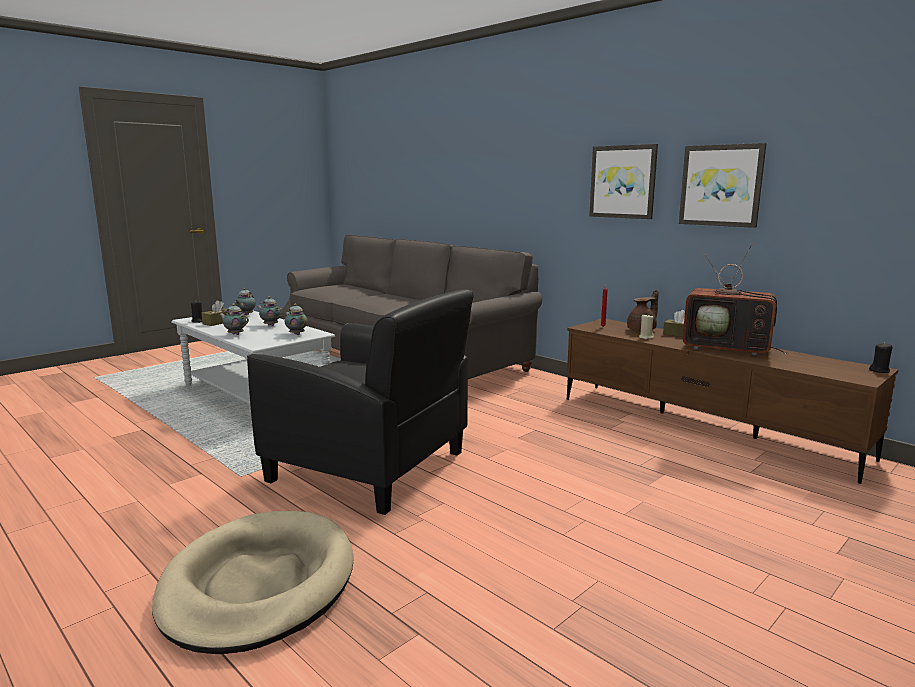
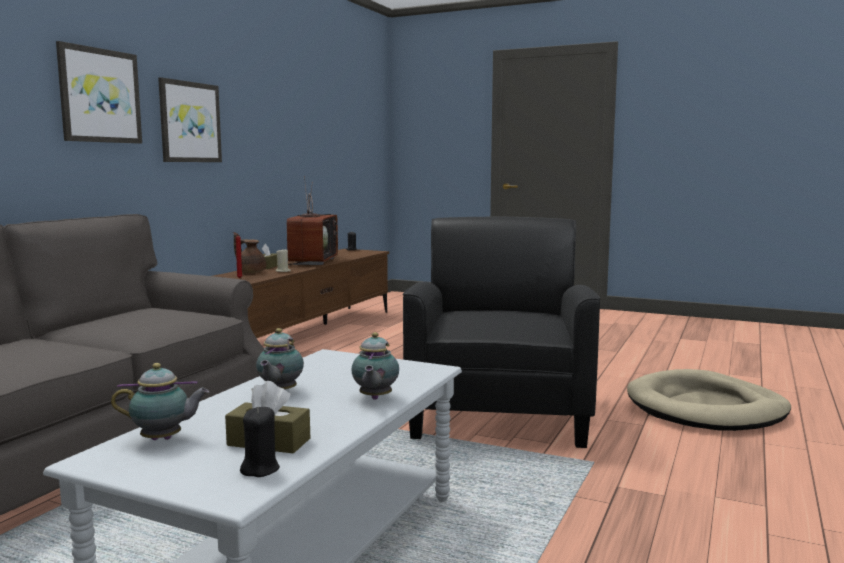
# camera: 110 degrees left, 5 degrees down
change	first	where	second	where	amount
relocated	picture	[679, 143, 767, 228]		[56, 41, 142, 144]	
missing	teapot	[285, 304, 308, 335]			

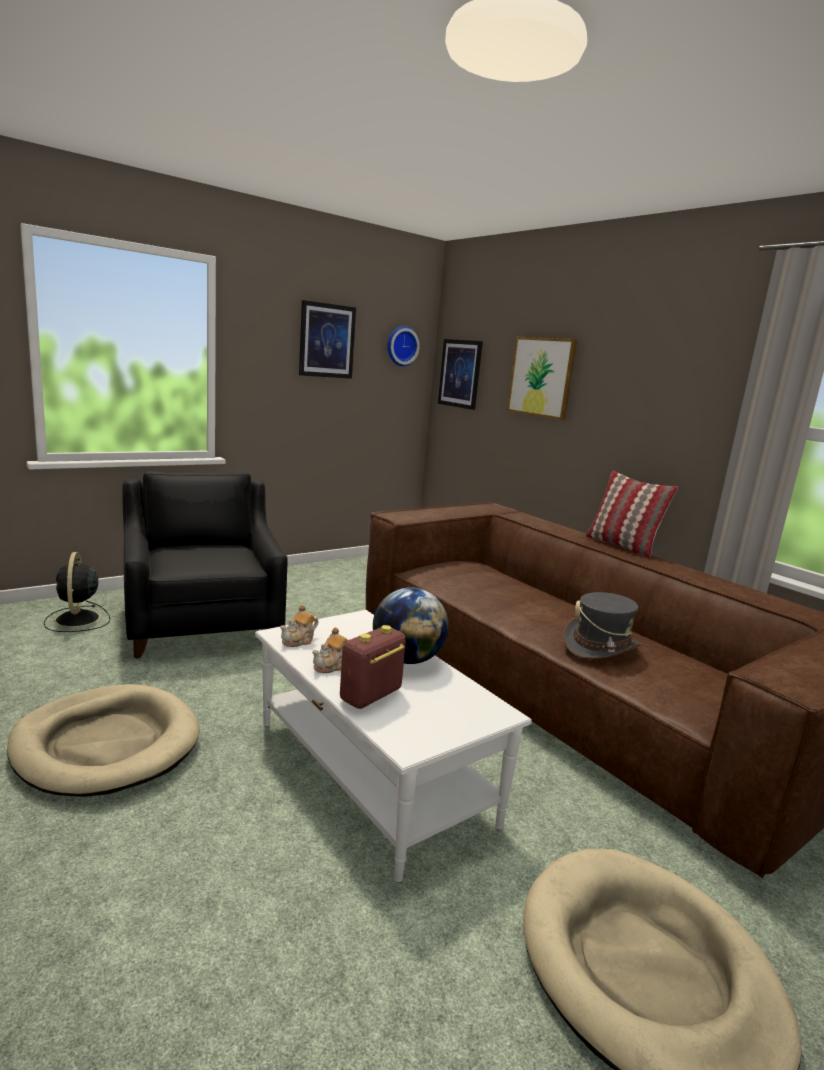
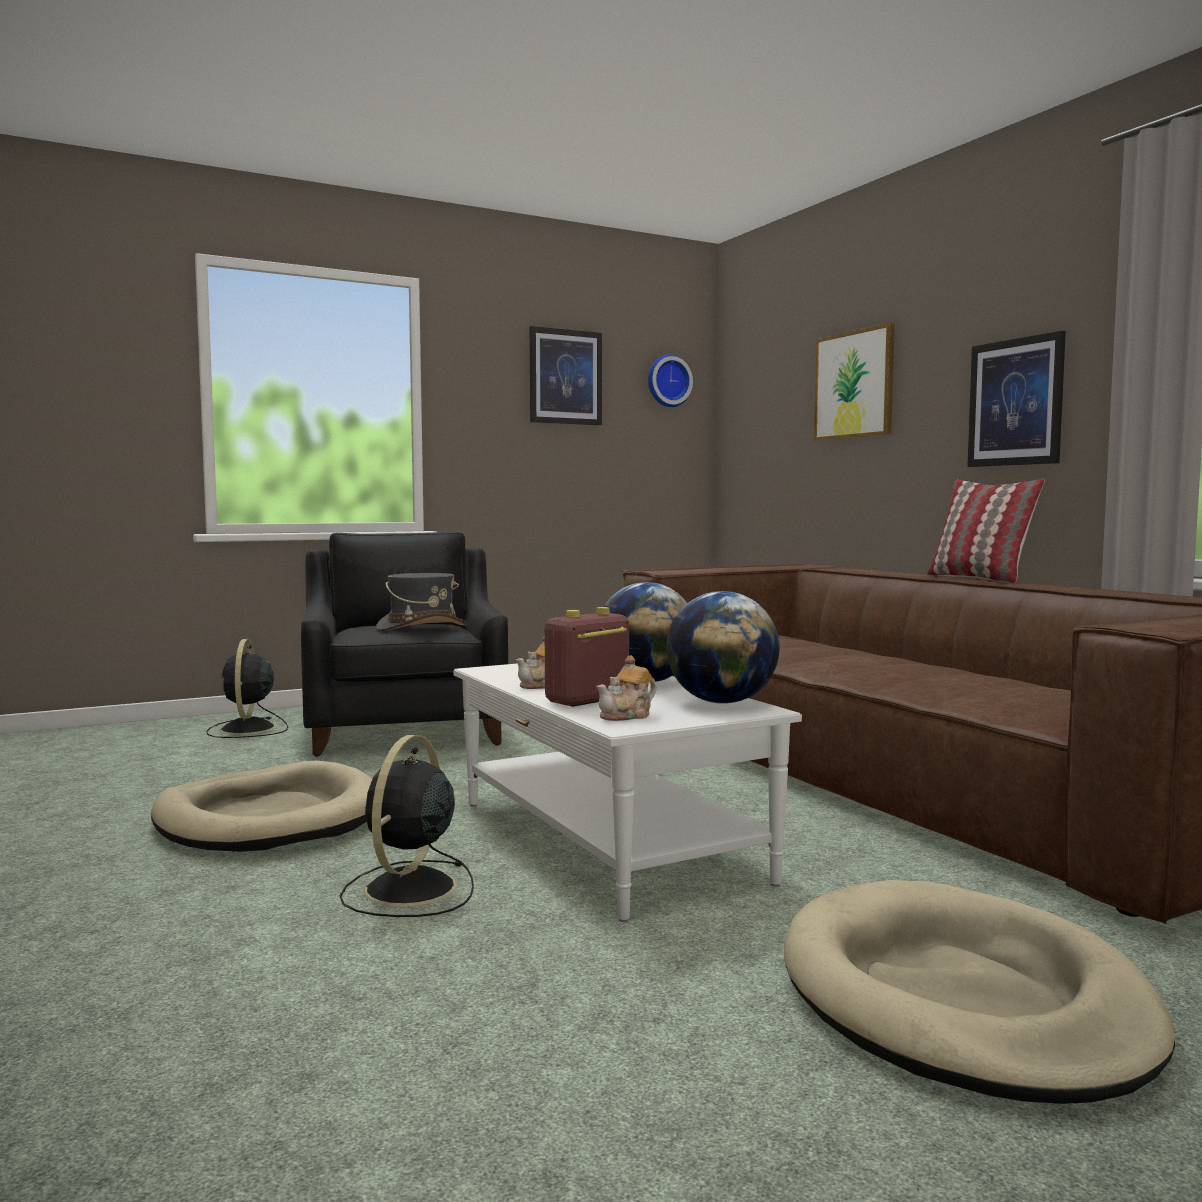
# camera: 10 degrees right, 10 degrees down
change	first	where	second	where	amount
appeared			fan (black)	[340, 735, 474, 917]	
relocated	hat (grey)	[563, 592, 642, 659]		[376, 573, 467, 631]	
relocated	teapot	[280, 605, 318, 647]		[596, 655, 657, 721]	
appeared			globe	[666, 591, 780, 704]	
relocated	picture	[438, 339, 483, 410]		[967, 331, 1066, 467]	

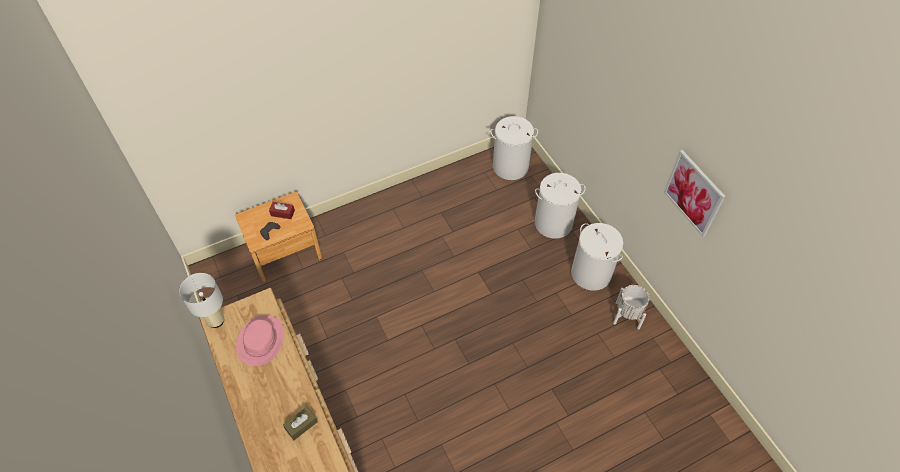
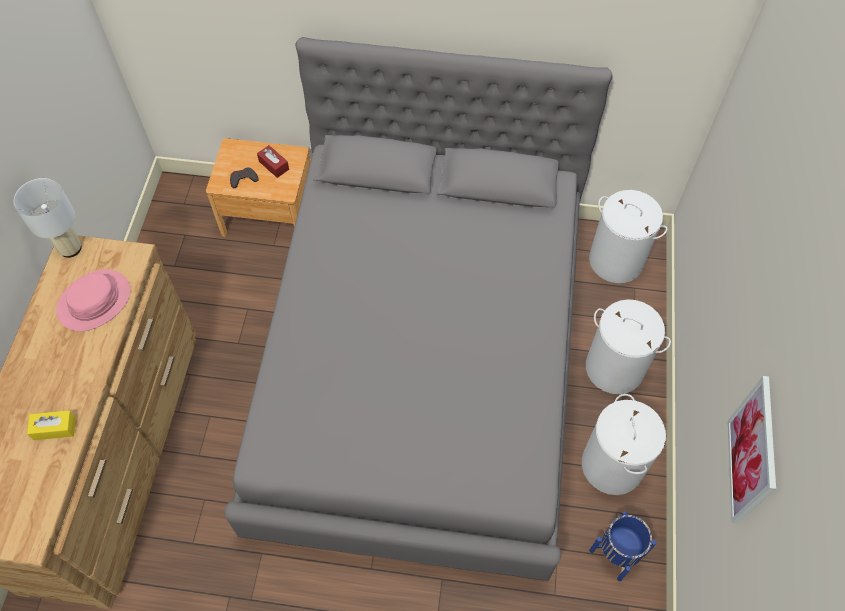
# camera: 35 degrees right, 5 degrees up
change	first	where	second	where	amount
colour	tissue box (brown)	[283, 407, 318, 440]	tissue box (yellow)	[27, 410, 76, 440]	
appeared			bed (grey)	[225, 37, 612, 581]	
colour	planter (white)	[613, 285, 650, 329]	planter (blue)	[590, 512, 657, 581]	

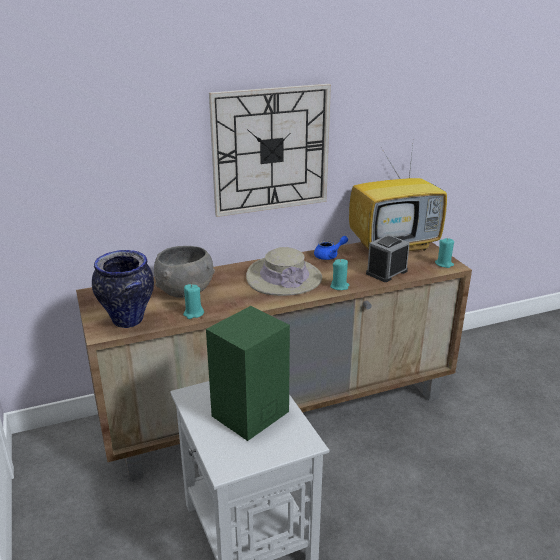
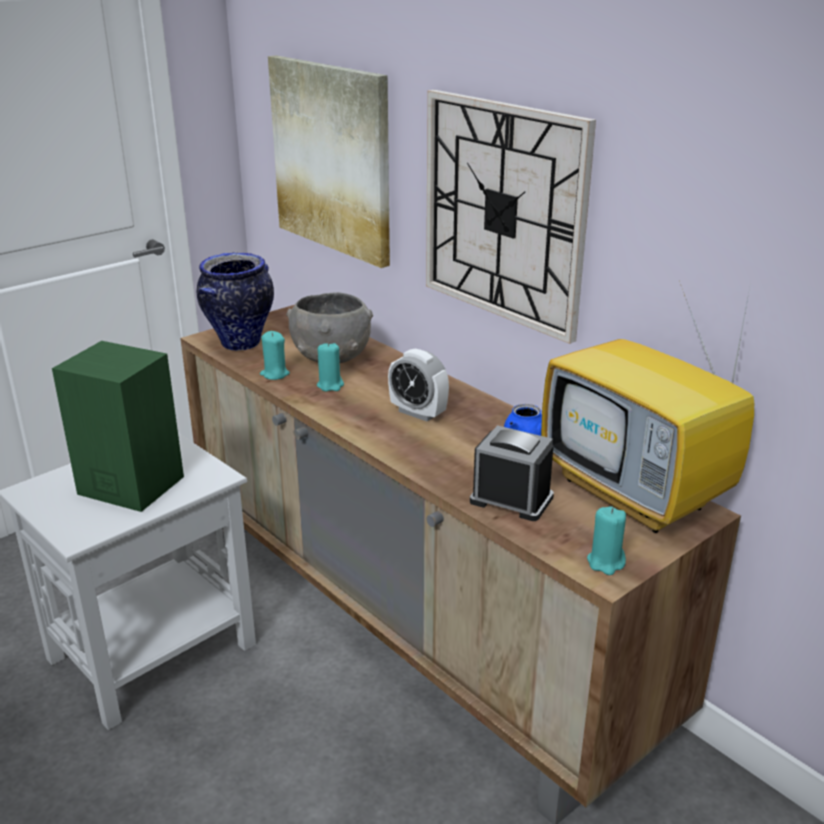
# camera: 70 degrees right, 0 degrees up
change	first	where	second	where	amount
appeared			picture	[268, 55, 390, 268]	
relocated	candle (turquoise)	[330, 259, 349, 290]		[317, 342, 344, 391]	
exchanged	hat (beige)	[246, 247, 322, 296]	alarm clock	[388, 349, 449, 422]	

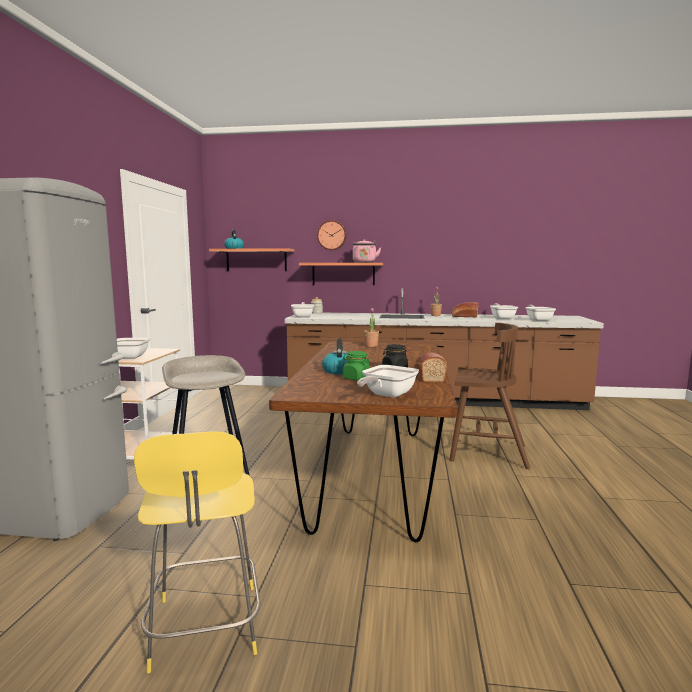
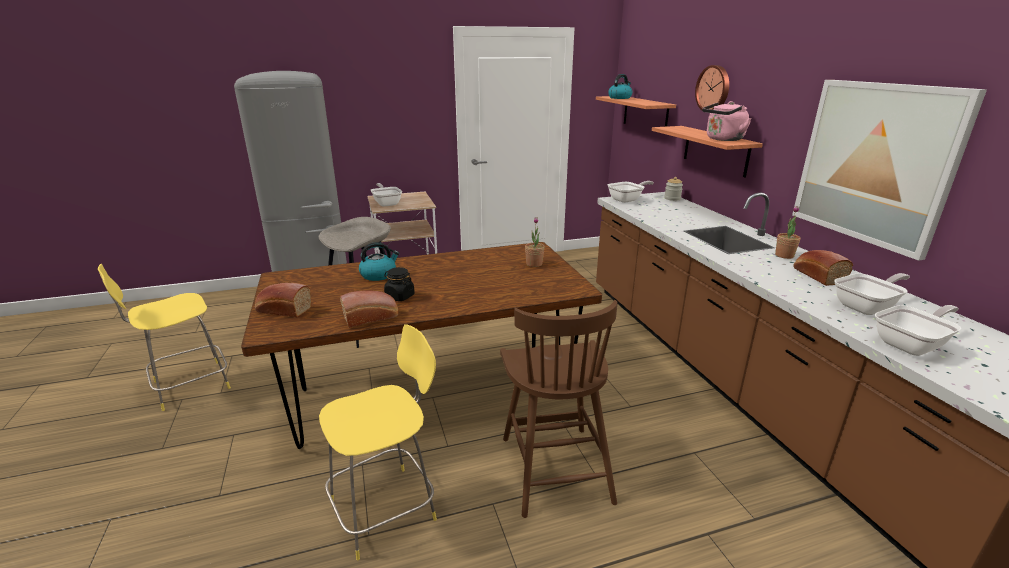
# camera: 65 degrees right, 15 degrees up
change	first	where	second	where	amount
exchanged	frying pan	[357, 365, 419, 397]	bread	[255, 283, 311, 318]	
appeared			stool (yellow)	[319, 324, 437, 560]	
appeared			picture	[792, 80, 987, 261]	
missing	jar (green)	[343, 351, 370, 380]			

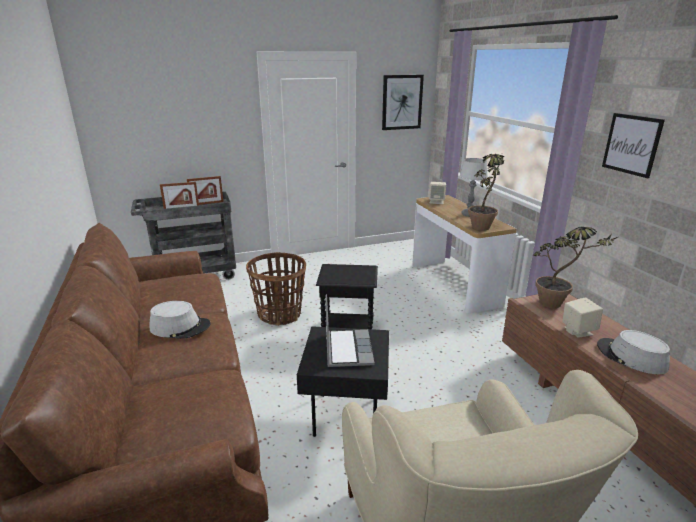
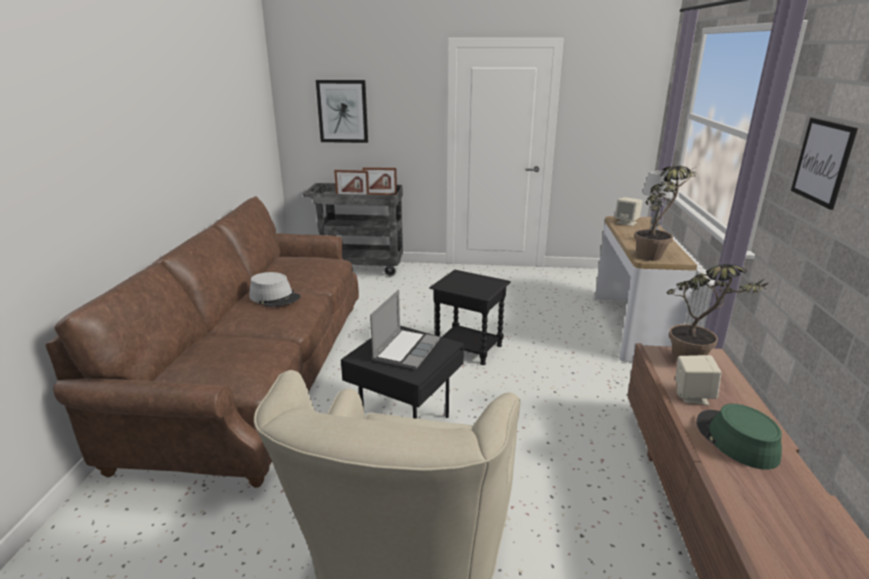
# camera: 25 degrees right, 0 degrees up
change	first	where	second	where	amount
relocated	picture	[382, 75, 424, 130]		[316, 80, 368, 143]	
colour	hat (grey)	[597, 330, 670, 374]	hat (green)	[697, 404, 782, 469]	
missing	basket	[246, 252, 306, 326]			

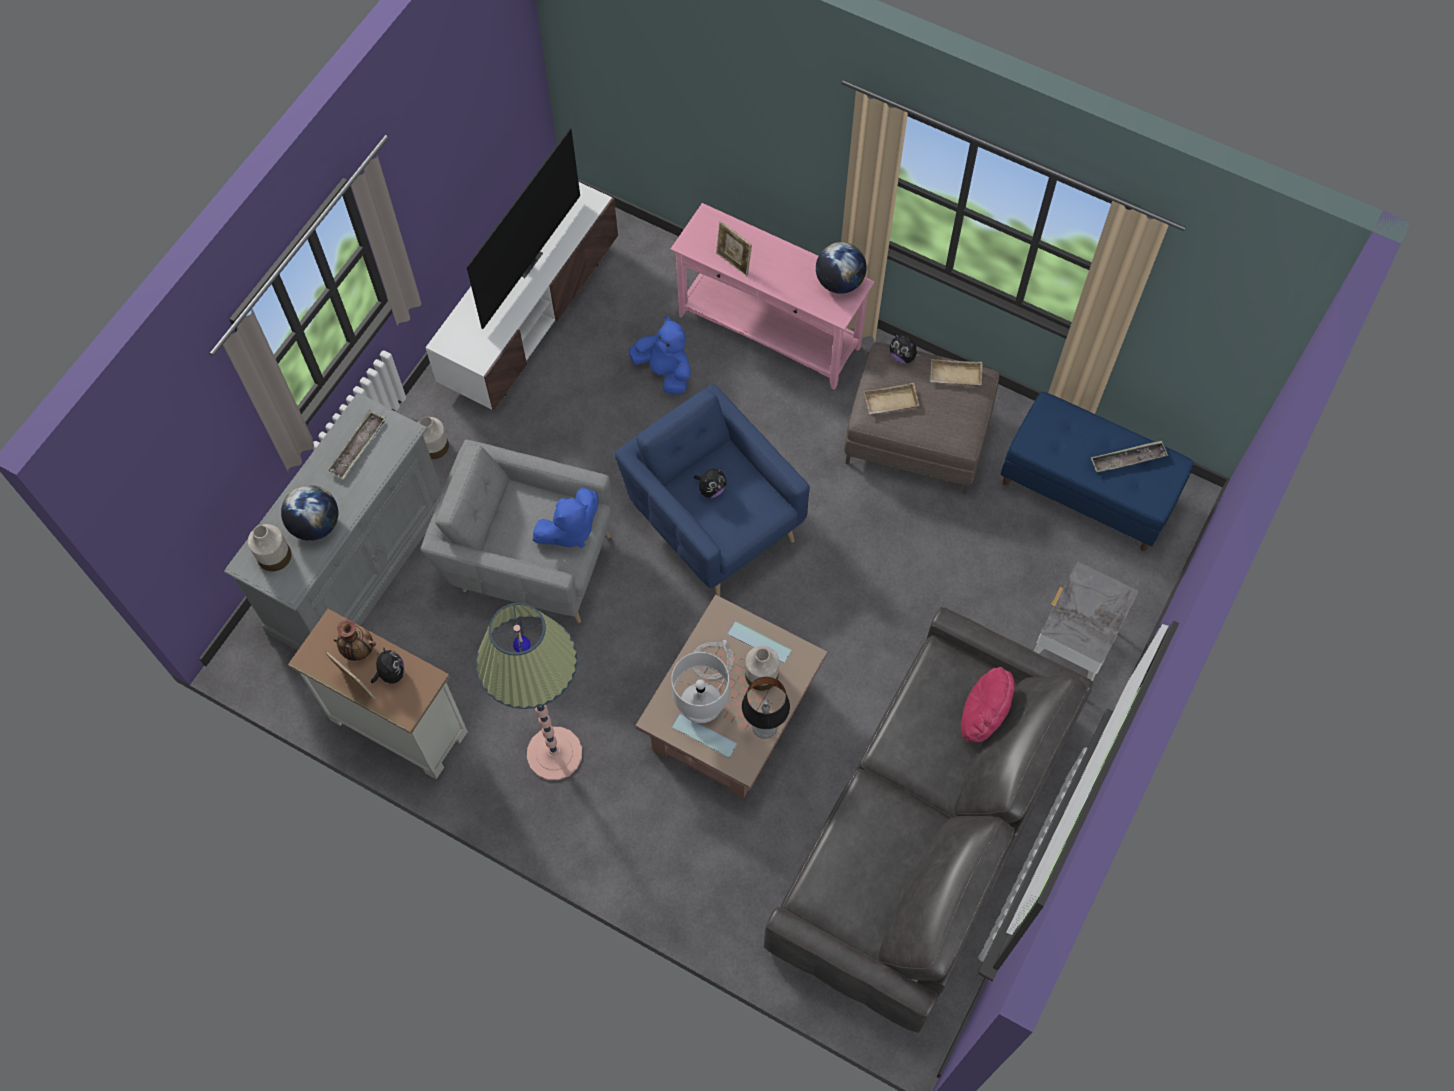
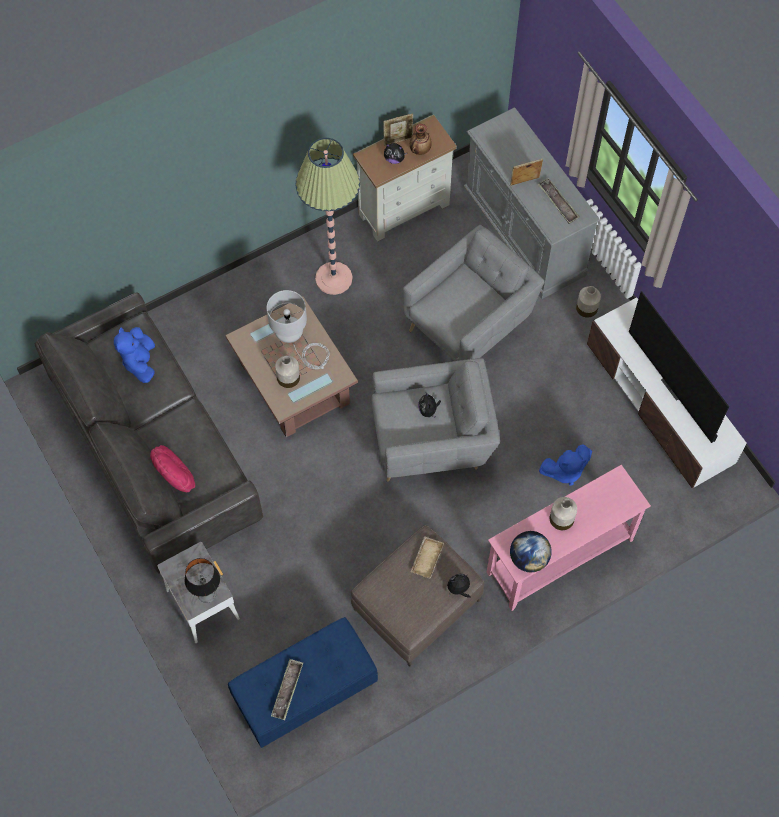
# camera: 120 degrees right, 0 degrees up
change	first	where	second	where	amount
relocated	plush toy (blue)	[533, 487, 598, 548]		[114, 327, 155, 383]	
relocated	table lamp	[742, 677, 790, 739]		[185, 558, 220, 603]	
colour	armchair (blue)	[614, 384, 810, 596]	armchair (grey)	[372, 358, 500, 482]	
relocated	picture frame	[716, 221, 752, 276]		[510, 159, 543, 186]	
relocated	vase (beige)	[248, 524, 292, 571]		[550, 497, 577, 530]	
missing	globe	[281, 485, 338, 541]			
missing	tray (beige)	[930, 359, 983, 386]			

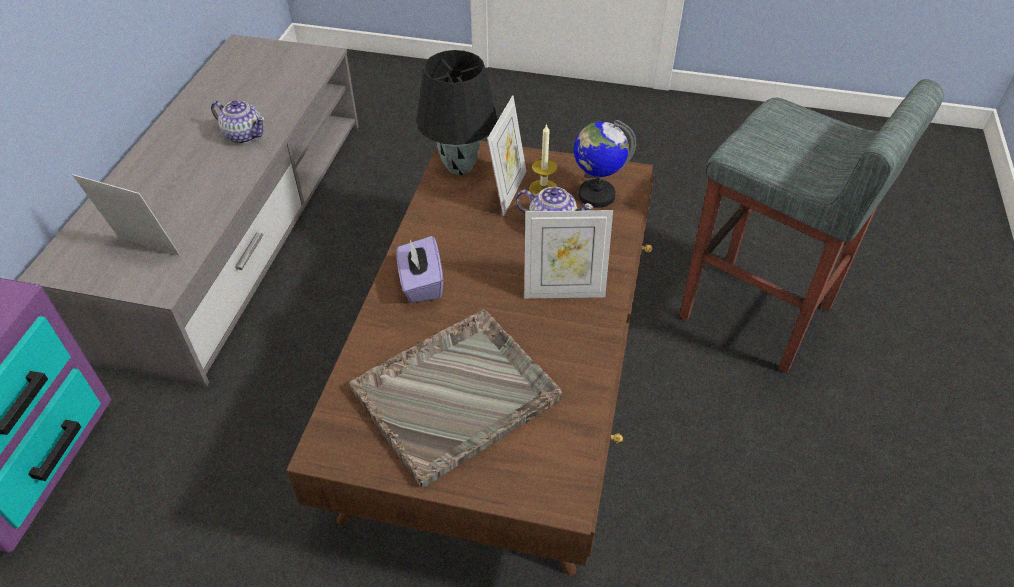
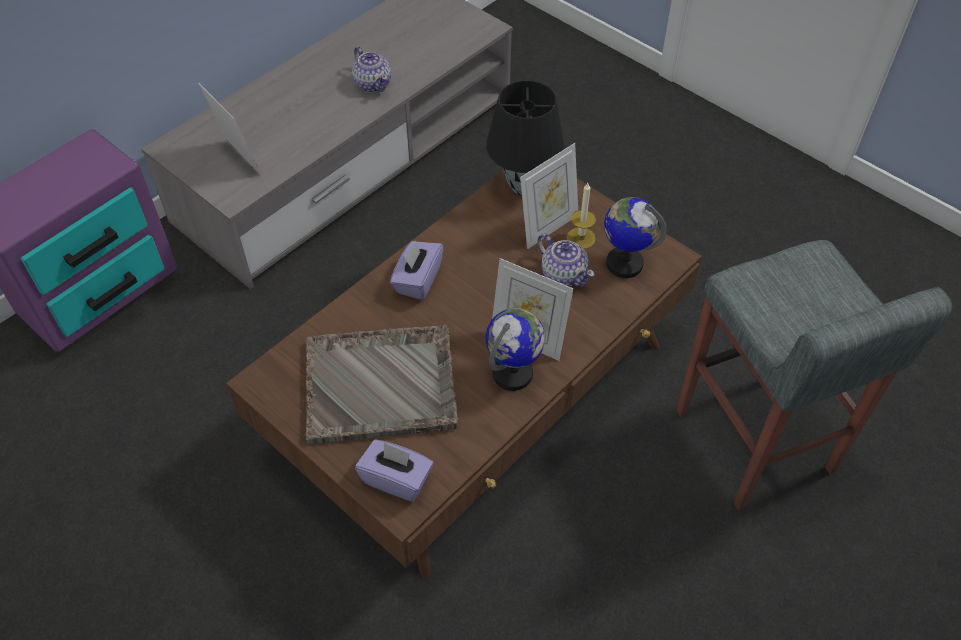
# camera: 30 degrees right, 5 degrees up
change	first	where	second	where	amount
appeared			tissue box (purple)	[355, 439, 434, 502]	
appeared			globe	[486, 308, 545, 391]	

